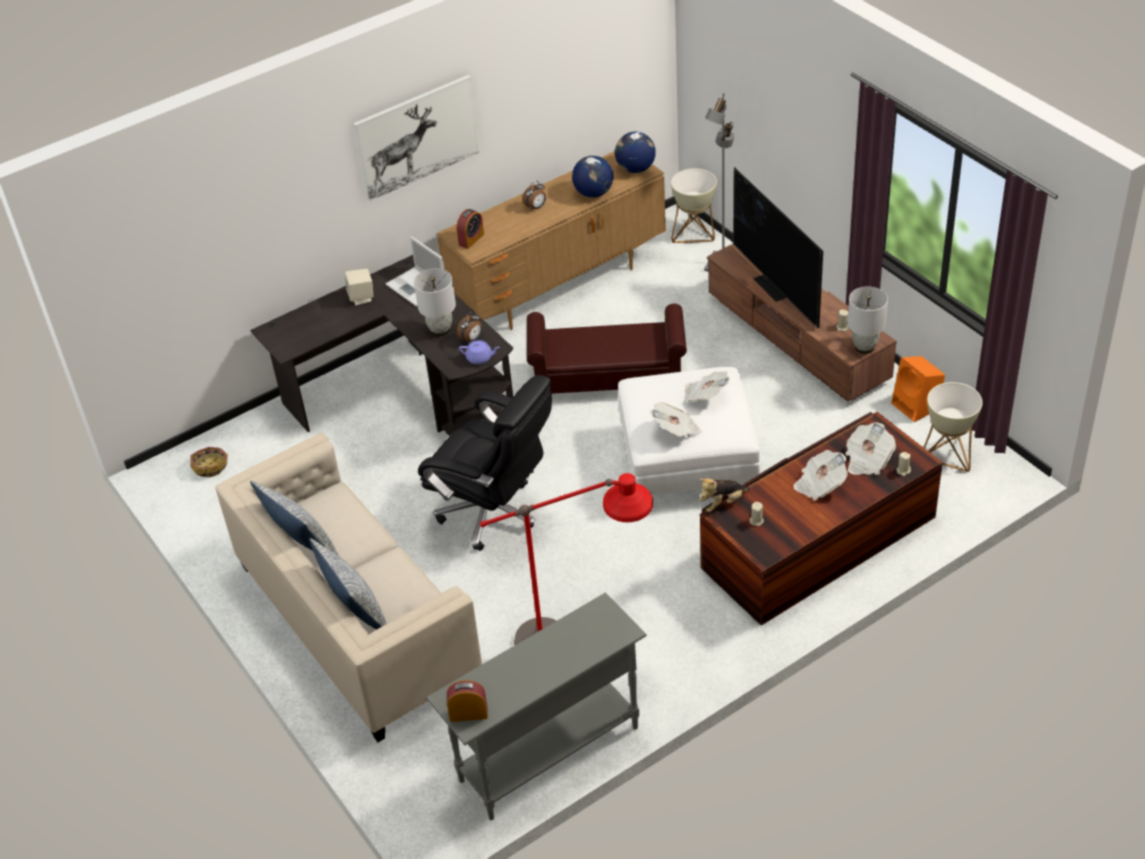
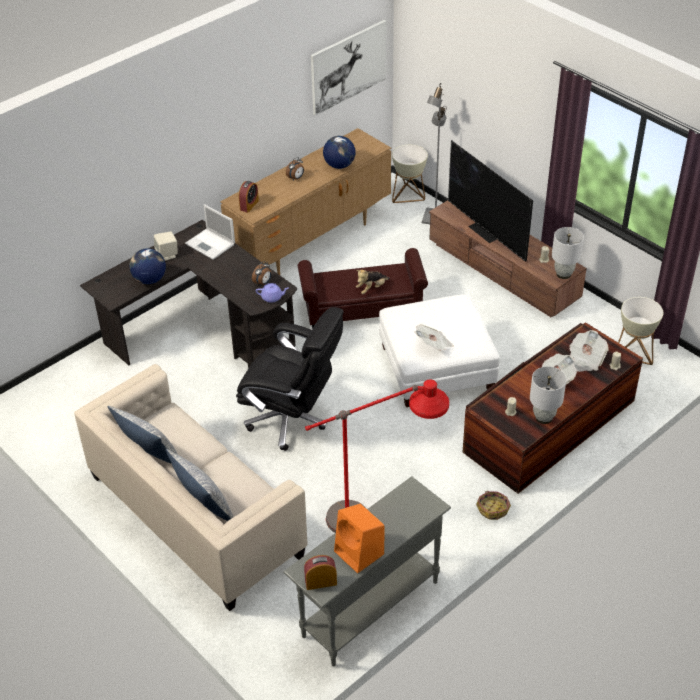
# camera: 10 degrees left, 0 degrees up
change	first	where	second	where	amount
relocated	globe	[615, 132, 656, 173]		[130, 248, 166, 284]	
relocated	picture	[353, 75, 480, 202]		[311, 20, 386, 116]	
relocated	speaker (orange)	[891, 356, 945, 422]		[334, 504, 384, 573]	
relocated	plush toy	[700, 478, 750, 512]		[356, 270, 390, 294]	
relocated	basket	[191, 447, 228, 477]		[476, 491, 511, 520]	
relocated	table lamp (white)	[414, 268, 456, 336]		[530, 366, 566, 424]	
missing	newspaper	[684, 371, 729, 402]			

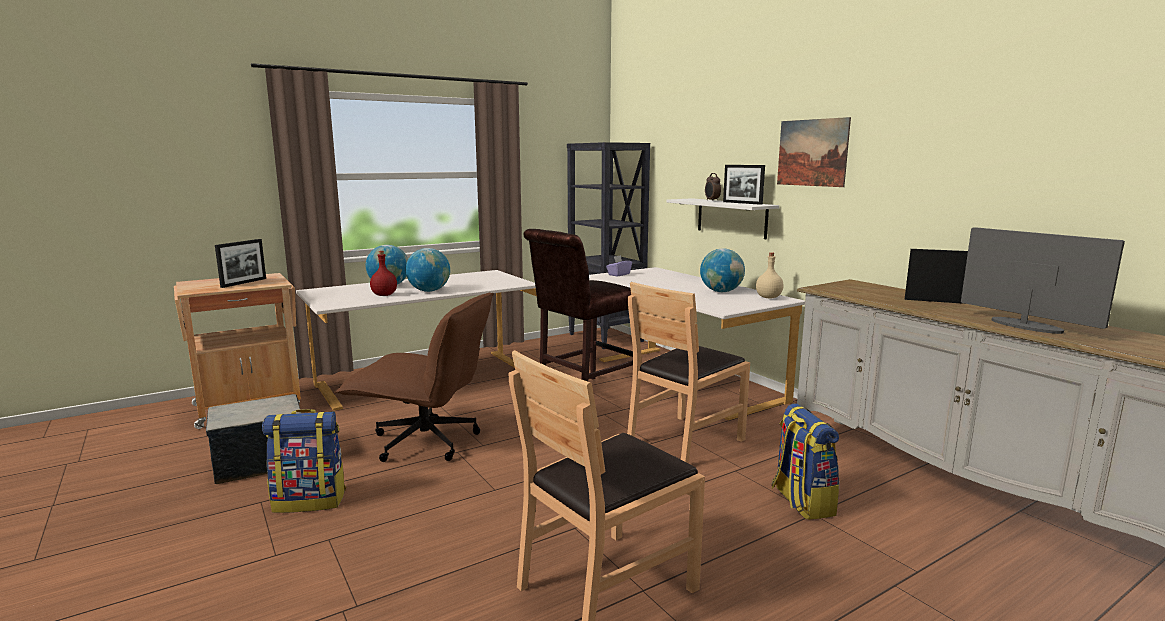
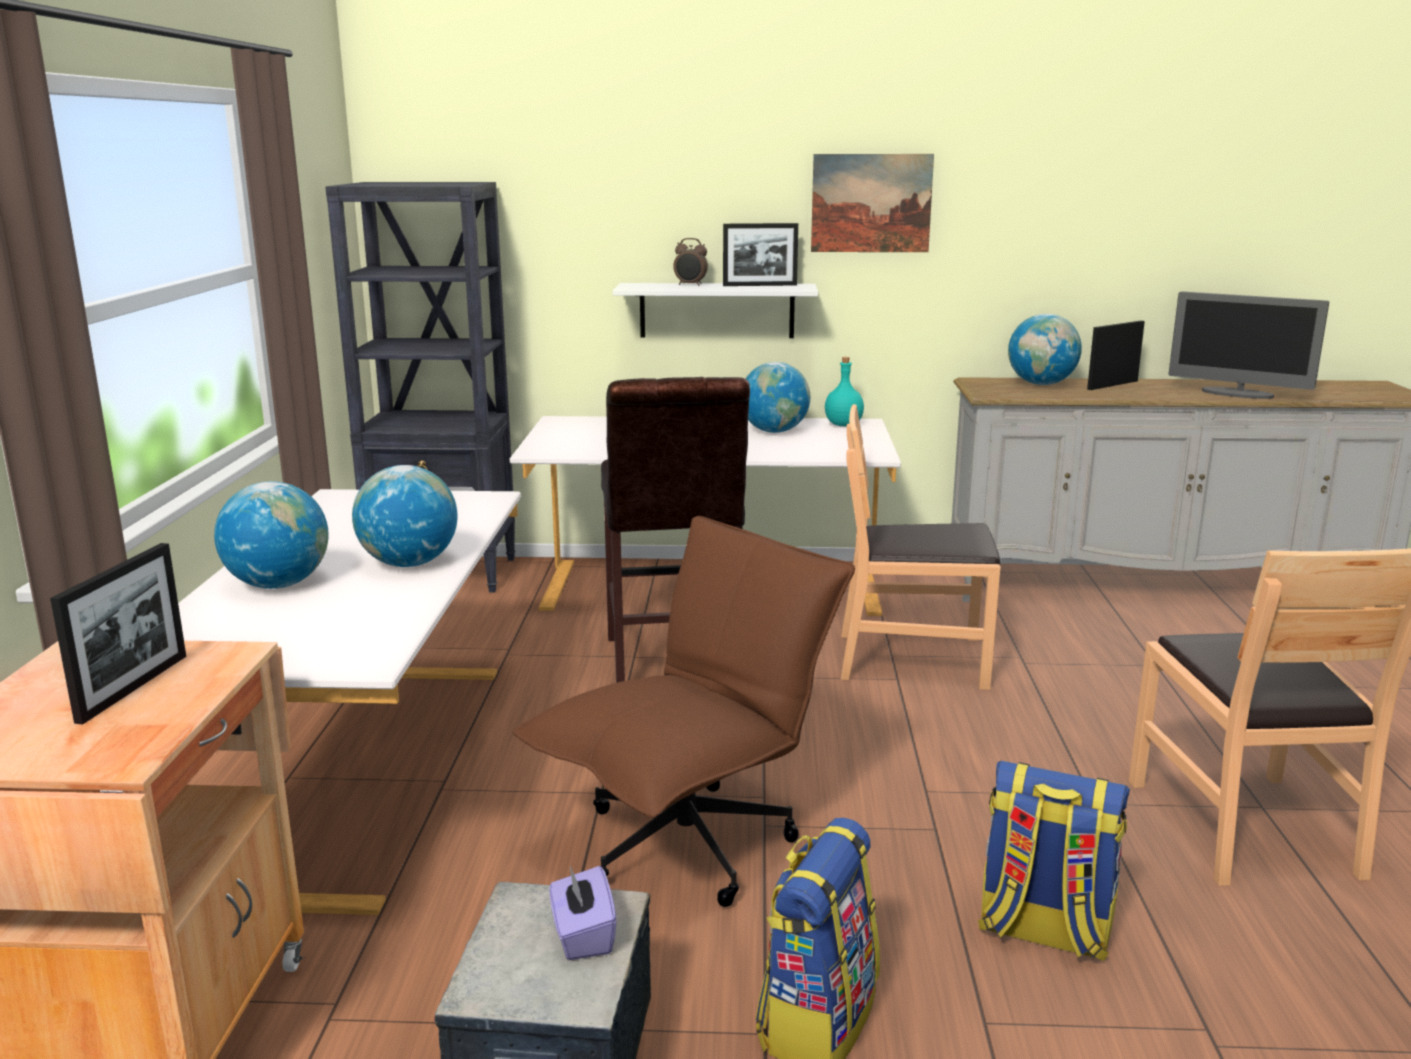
# camera: 55 degrees left, 5 degrees up
change	first	where	second	where	amount
spun	picture frame	[215, 239, 266, 288]		[50, 543, 186, 725]	45 degrees clockwise
relocated	tissue box (purple)	[606, 255, 632, 276]		[549, 866, 616, 960]	
colour	bottle (beige)	[756, 252, 784, 298]	bottle (turquoise)	[825, 357, 864, 426]	
spun	chair (brown)	[627, 282, 750, 464]		[841, 404, 1001, 690]	105 degrees clockwise
relocated	backpack	[772, 403, 839, 520]		[978, 761, 1130, 961]	
appeared			globe	[1008, 314, 1082, 385]	
spun	monitor	[961, 227, 1125, 334]		[1168, 291, 1329, 399]	150 degrees counterclockwise
missing	bottle (red)	[370, 251, 397, 296]			

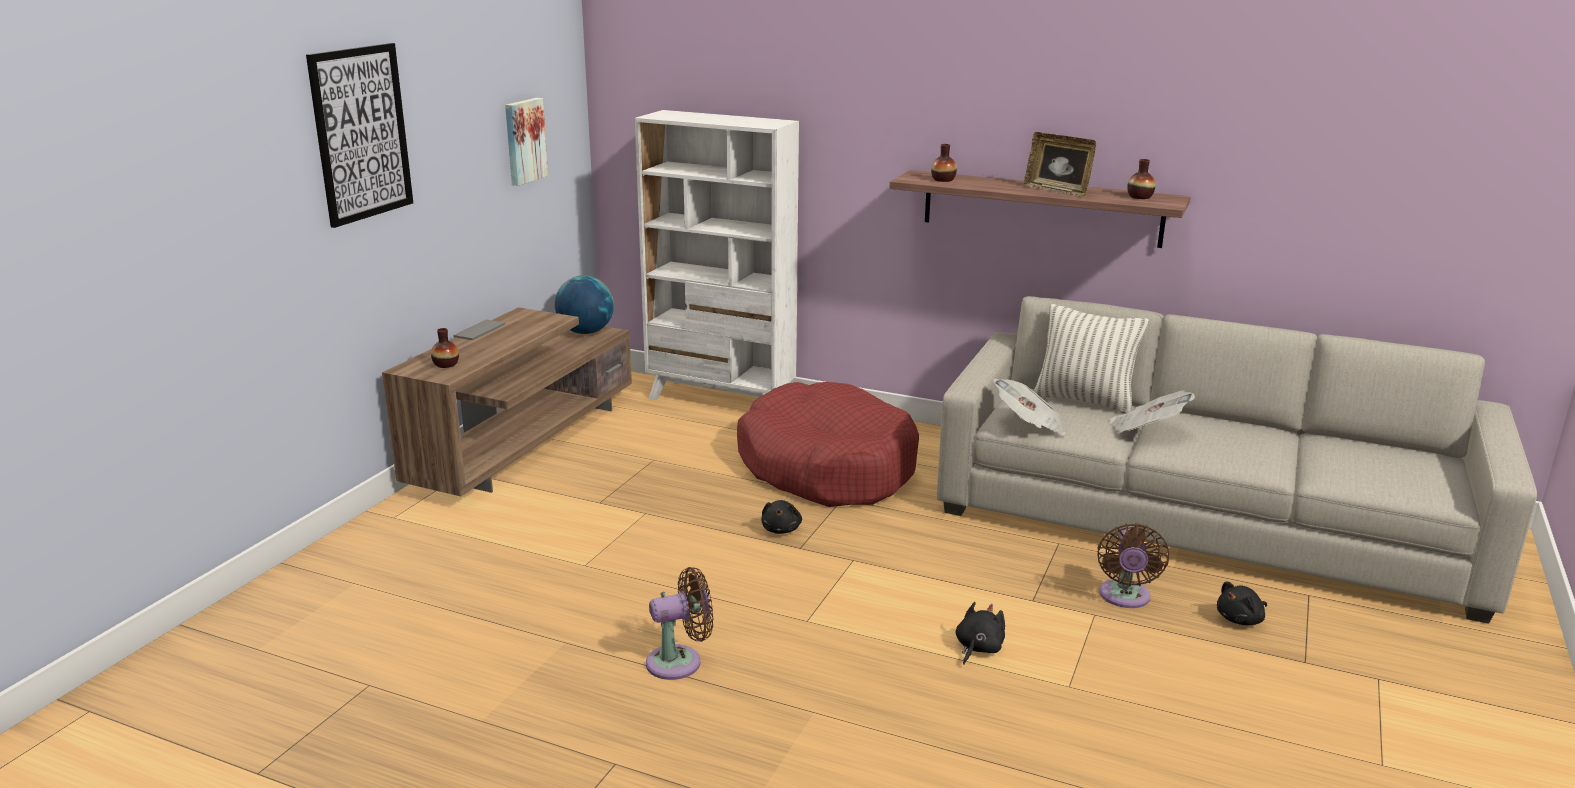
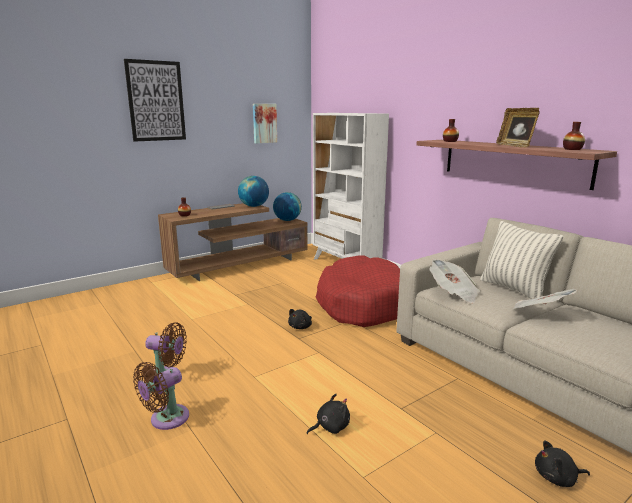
# camera: 30 degrees right, 5 degrees down
change	first	where	second	where	amount
relocated	fan (brown)	[1097, 523, 1169, 608]		[133, 362, 189, 430]	
appeared			globe	[238, 176, 269, 207]	

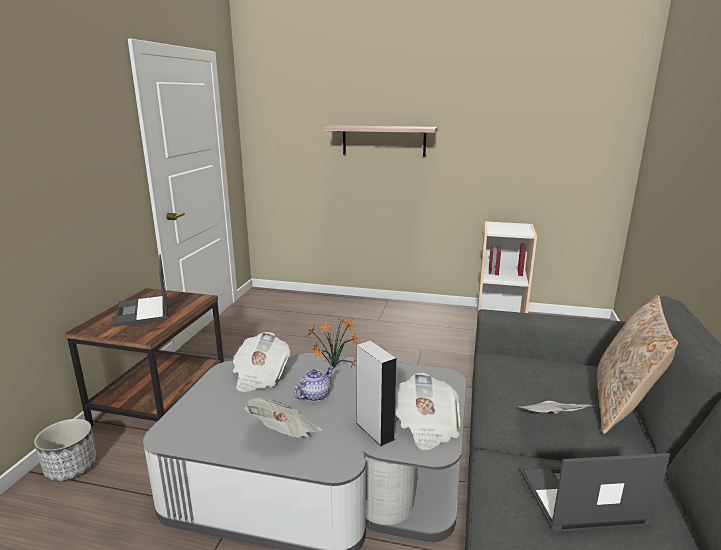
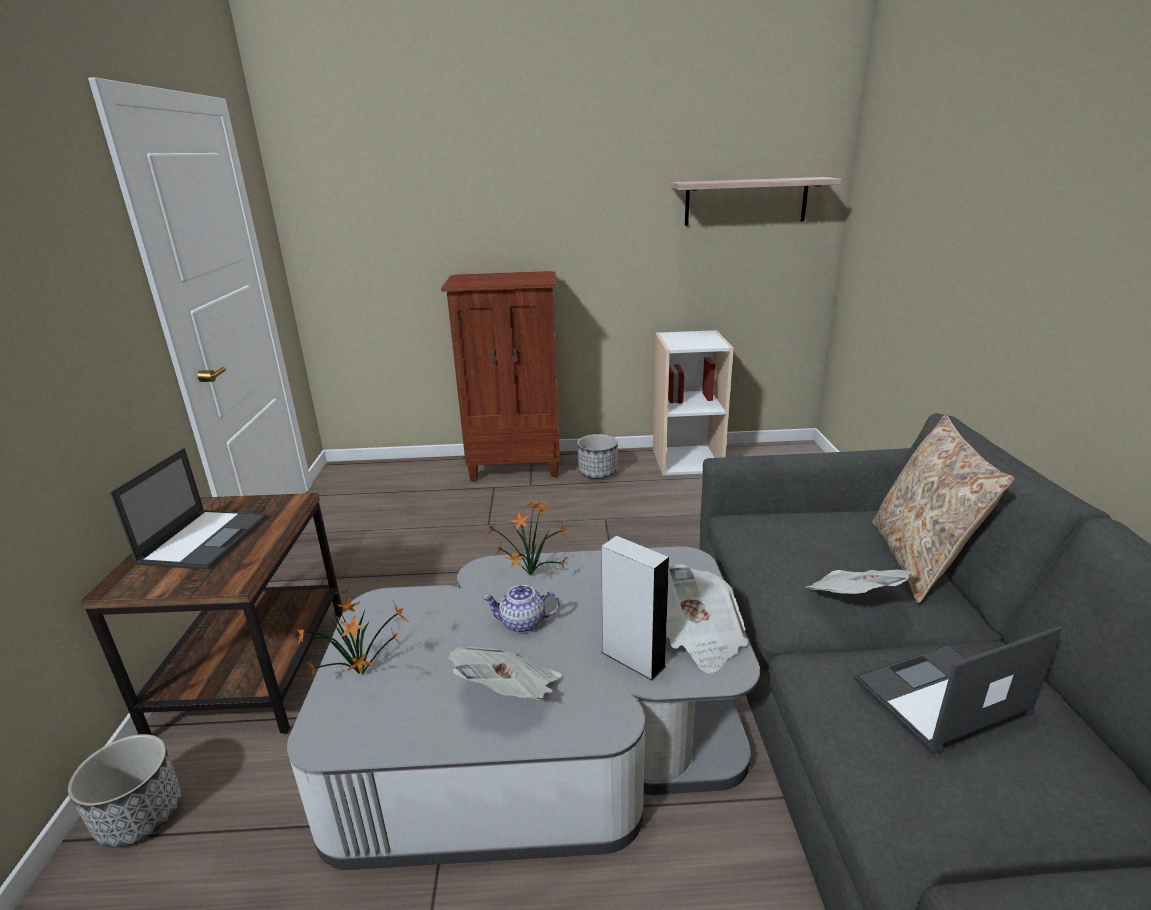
# camera: 15 degrees left, 5 degrees up
change	first	where	second	where	amount
spun	laptop	[114, 255, 168, 327]		[110, 448, 267, 570]	135 degrees counterclockwise
appeared			potted plant	[297, 588, 410, 676]	
appeared			cabinet (brown)	[441, 271, 560, 481]	
spun	teapot	[294, 366, 334, 402]		[483, 585, 560, 633]	120 degrees counterclockwise
appeared			planter	[577, 434, 618, 479]	
relocated	shelf	[325, 125, 438, 157]		[671, 177, 842, 226]	
missing	newspaper	[232, 332, 290, 392]			

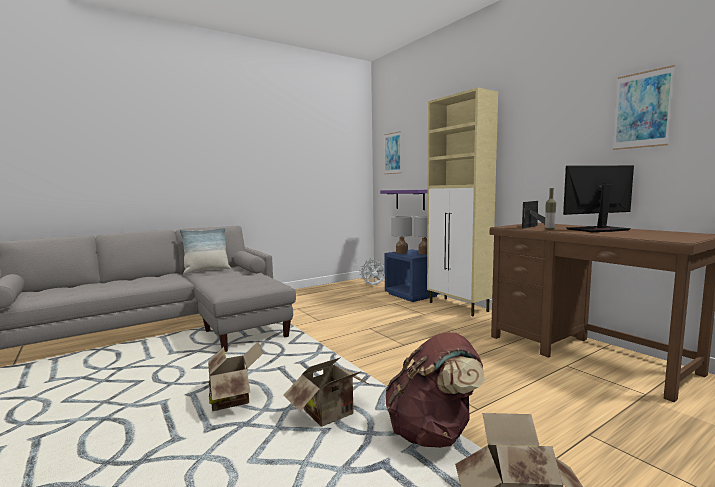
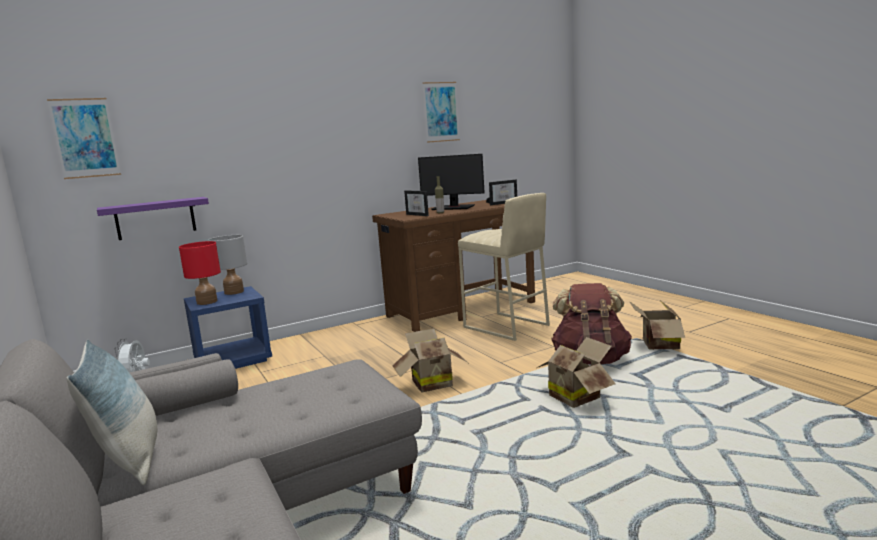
# camera: 85 degrees left, 5 degrees up
change	first	where	second	where	amount
colour	table lamp (grey)	[391, 216, 412, 254]	table lamp (red)	[179, 241, 221, 305]	
relocated	cardboard box	[208, 342, 263, 411]		[392, 328, 468, 392]	
spun	monitor	[563, 165, 634, 232]		[418, 154, 485, 210]	60 degrees counterclockwise
appeared			stool (beige)	[458, 193, 550, 341]	
appeared			picture frame	[486, 179, 517, 205]	
missing	cabinet (beige)	[427, 88, 498, 316]			

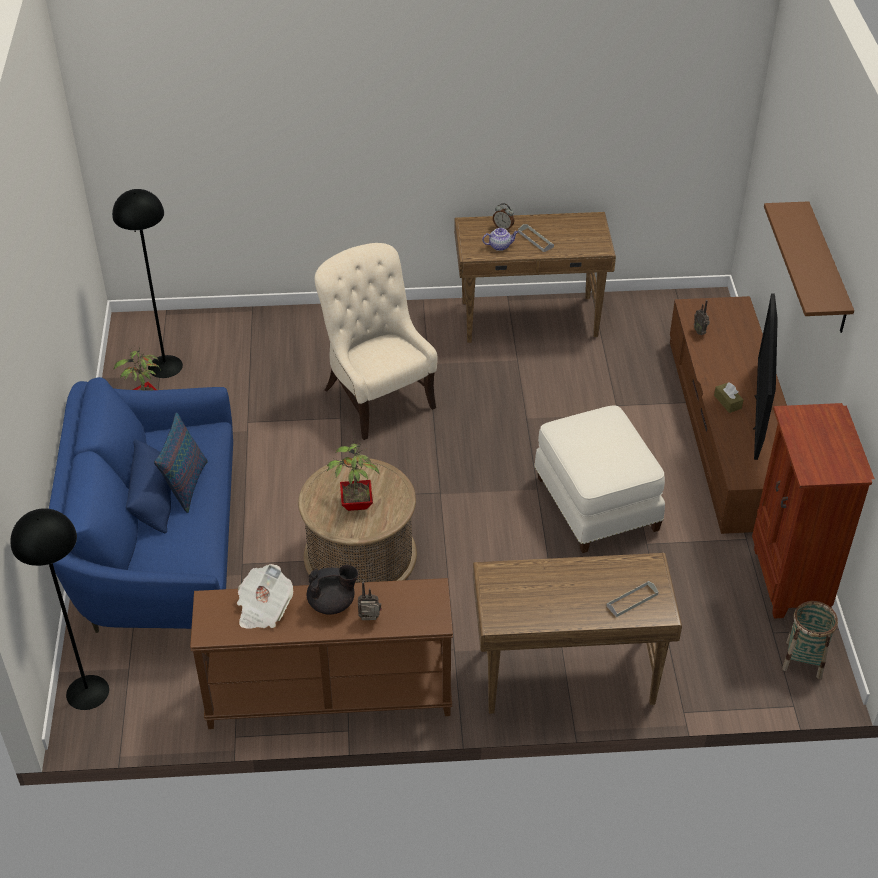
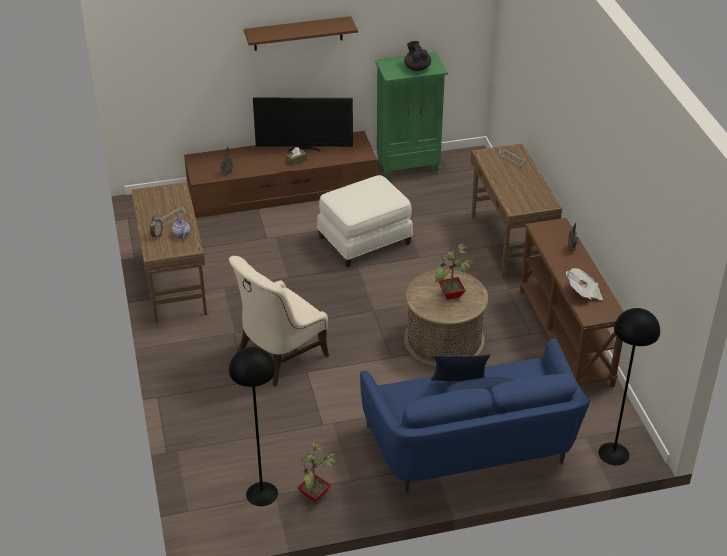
# camera: 100 degrees left, 5 degrees down
change	first	where	second	where	amount
colour	cabinet (brown)	[752, 403, 875, 618]	cabinet (green)	[375, 52, 448, 180]	
relocated	teapot (black)	[307, 565, 358, 615]		[404, 41, 431, 71]	
missing	basket	[782, 601, 838, 679]			

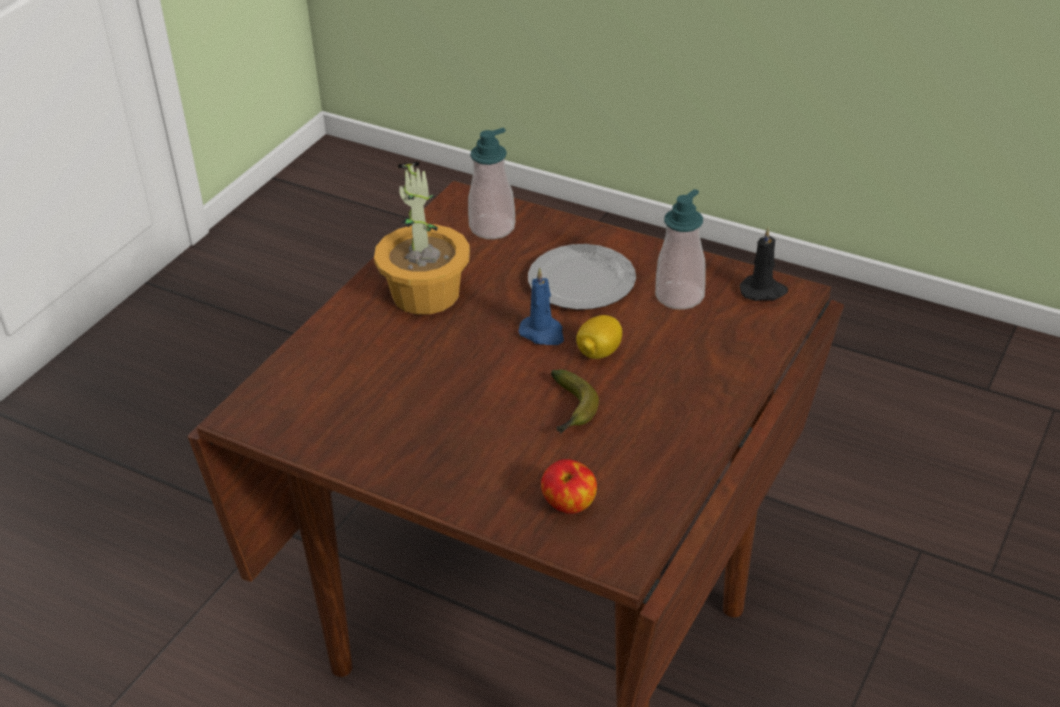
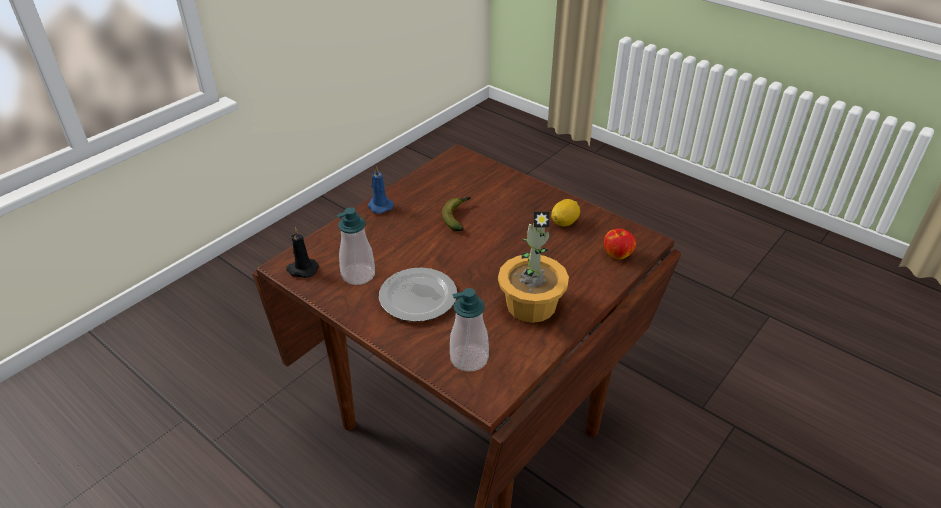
# camera: 170 degrees left, 0 degrees up
change	first	where	second	where	amount
relocated	candle (blue)	[518, 267, 564, 345]		[368, 166, 394, 214]	
relocated	lemon	[576, 315, 622, 359]		[551, 199, 580, 226]	
relocated	apple	[541, 459, 597, 514]		[604, 229, 636, 260]	

